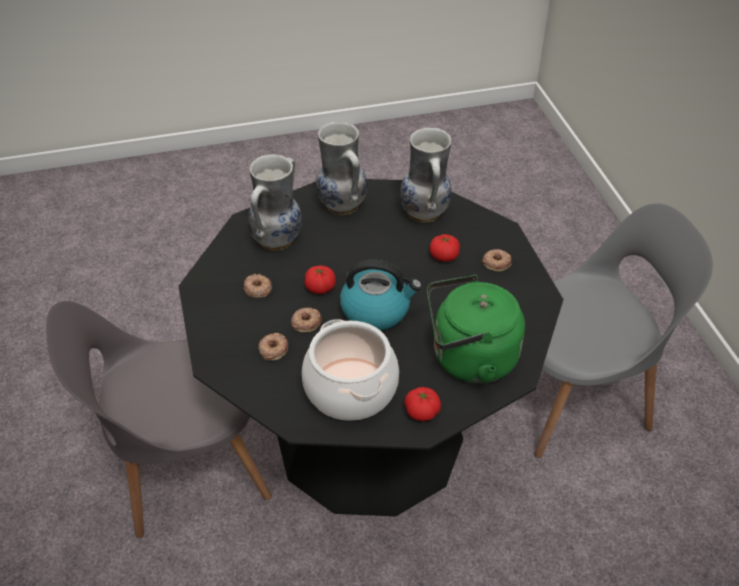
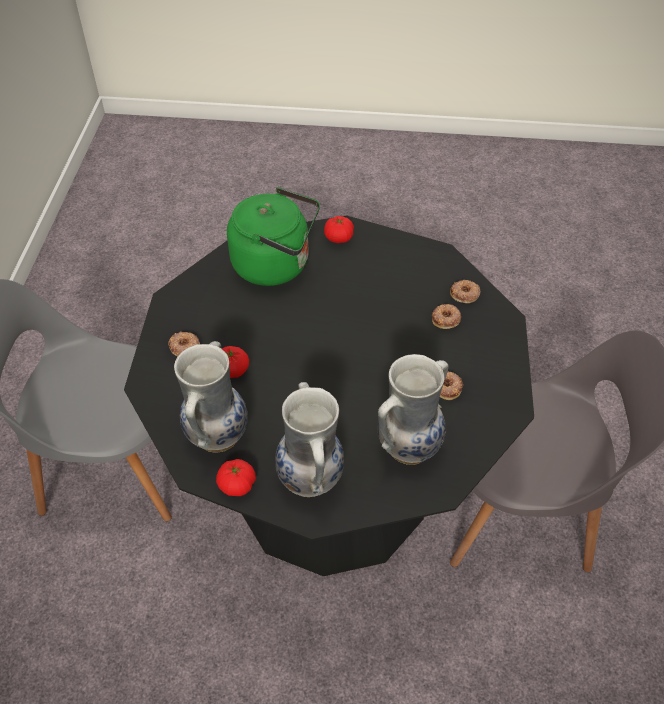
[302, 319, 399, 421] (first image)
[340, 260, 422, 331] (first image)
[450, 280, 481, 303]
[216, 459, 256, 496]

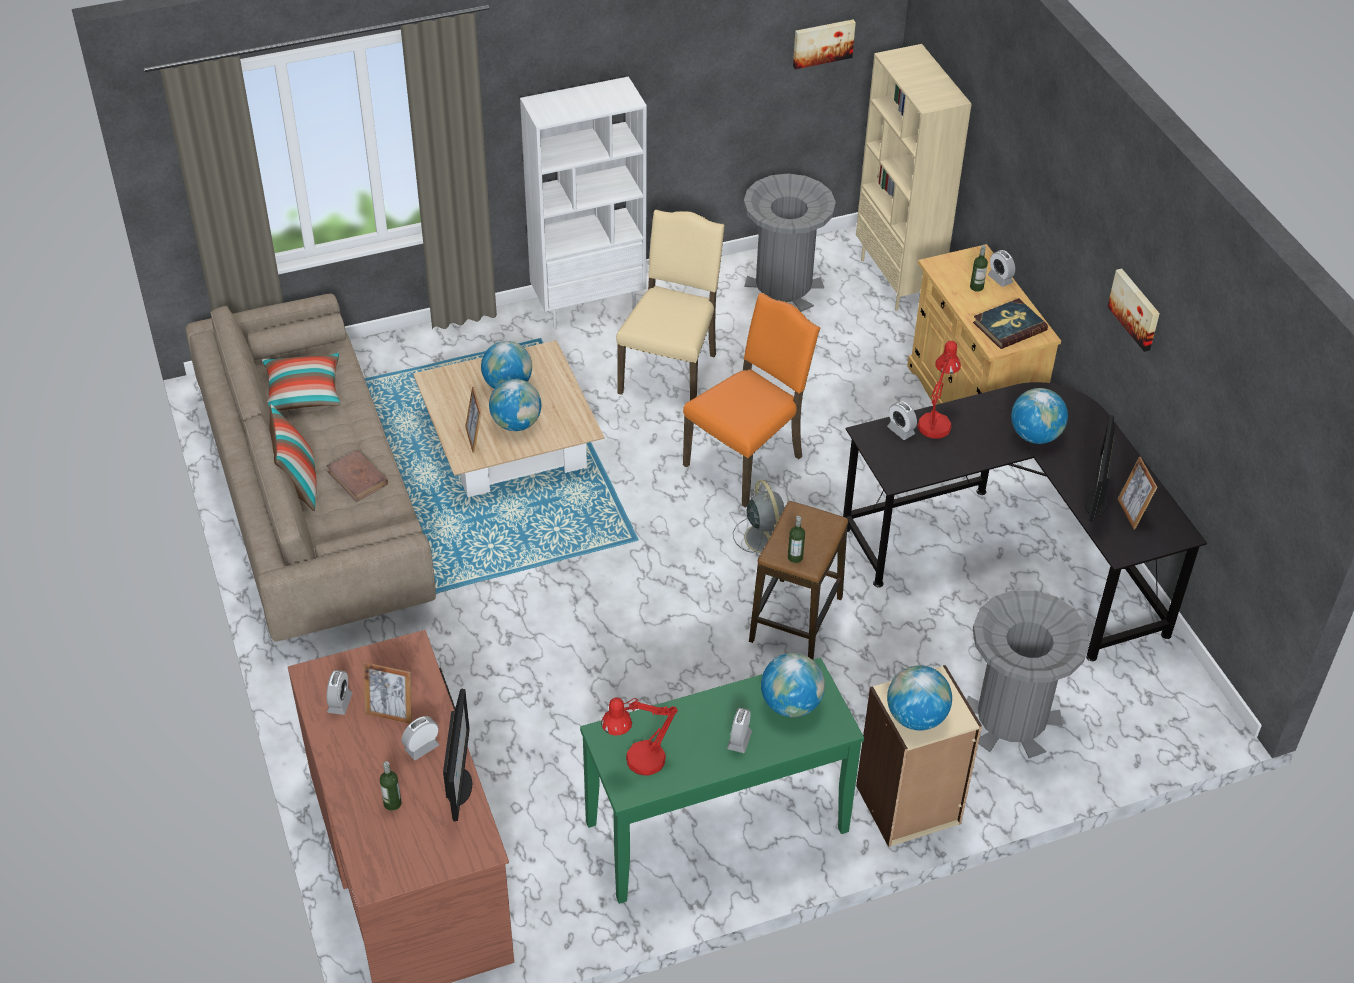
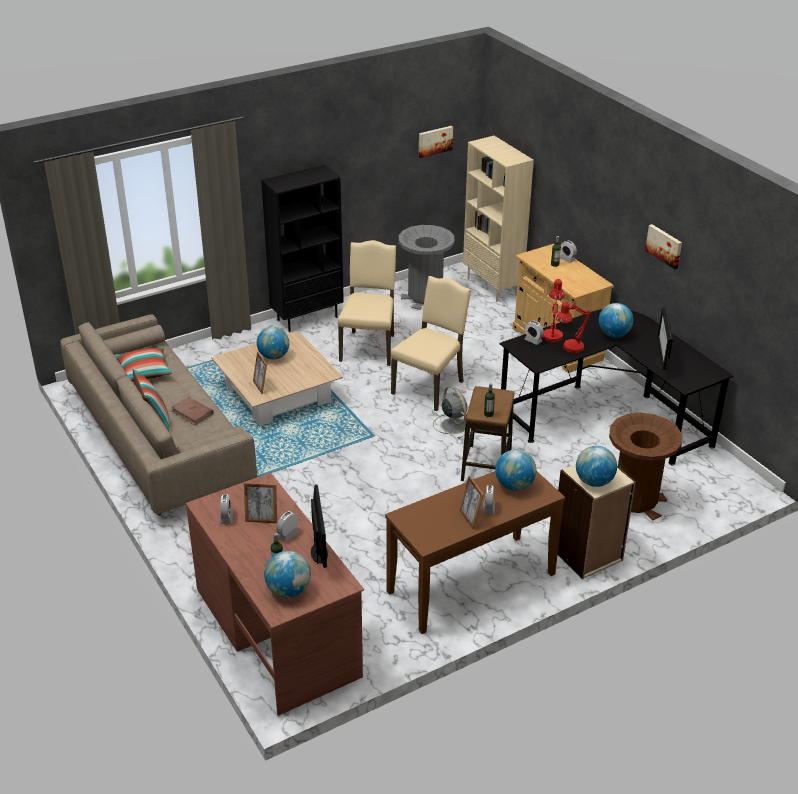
[973, 298, 1048, 349] (first image)
[264, 551, 311, 598]
[556, 302, 591, 353]
[459, 475, 484, 529]
[261, 165, 344, 332]
[385, 471, 565, 634]
[391, 276, 471, 411]
[609, 413, 682, 521]

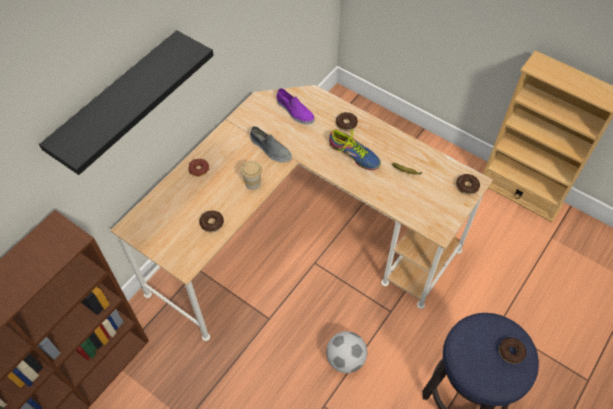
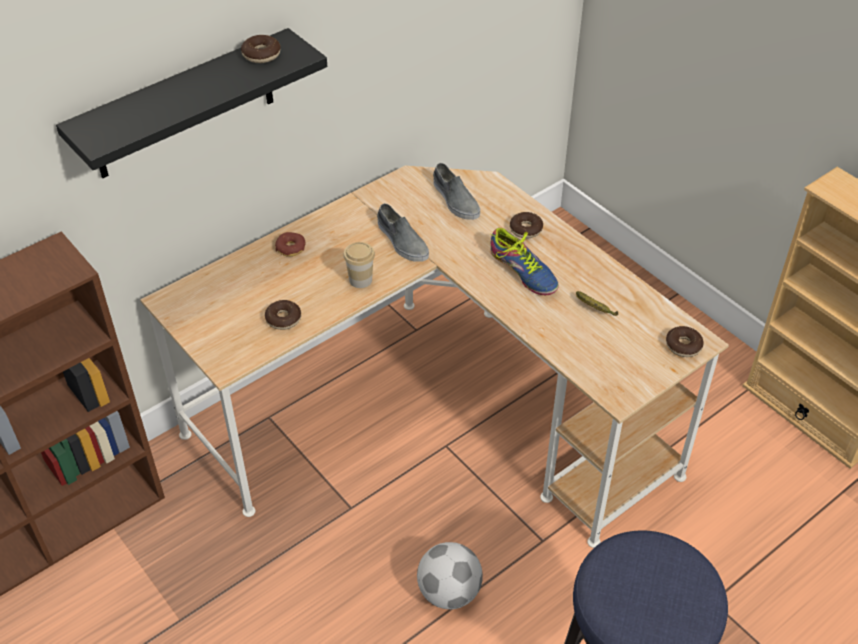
[241, 35, 280, 63]
[433, 163, 480, 220]

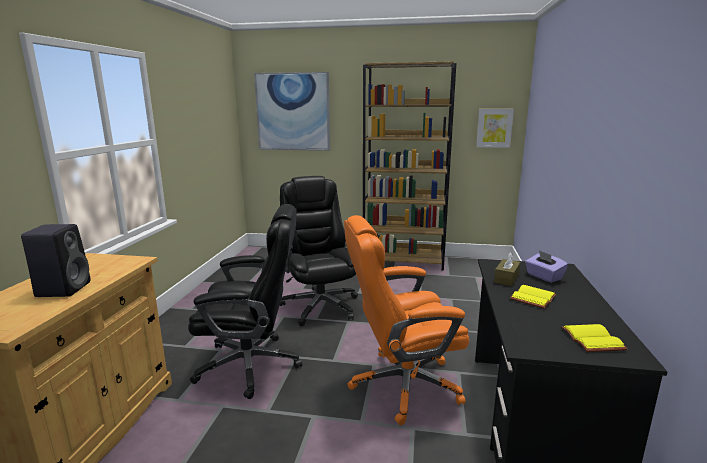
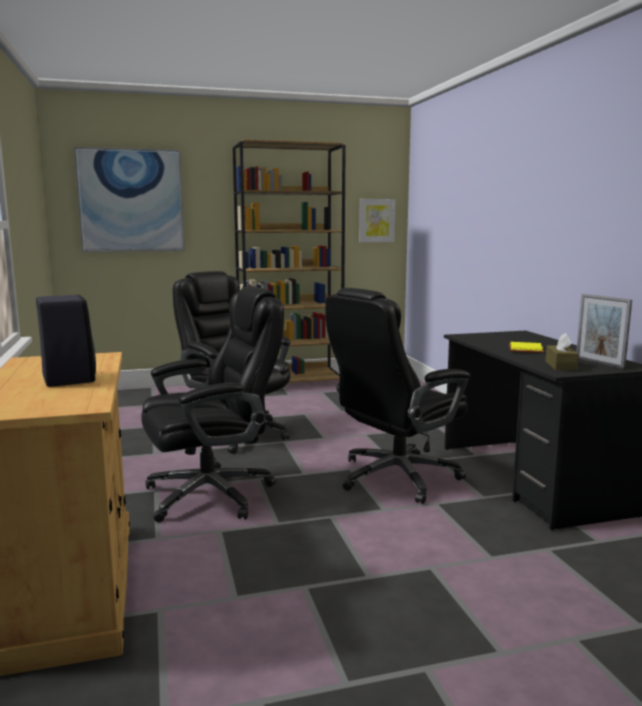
[525, 250, 568, 283] (first image)
[545, 333, 579, 371]
[576, 294, 632, 369]
[325, 288, 470, 504]

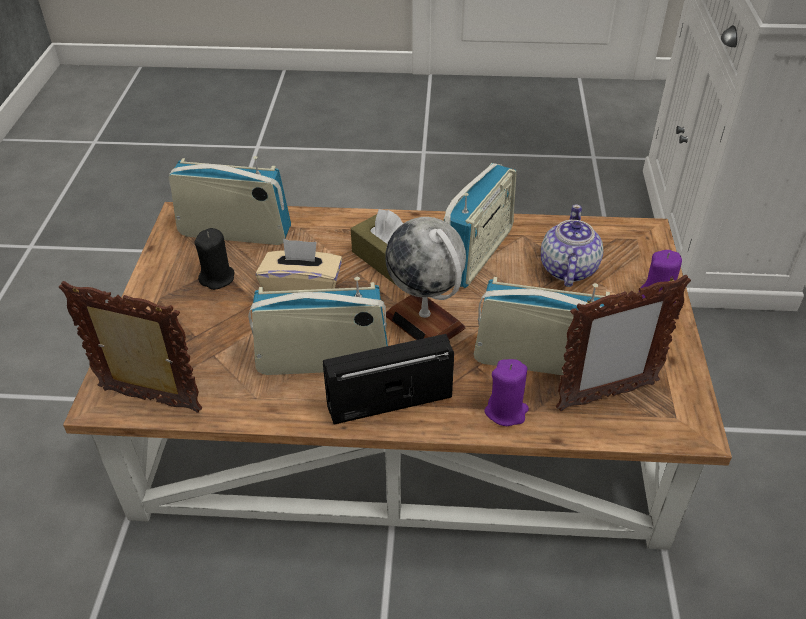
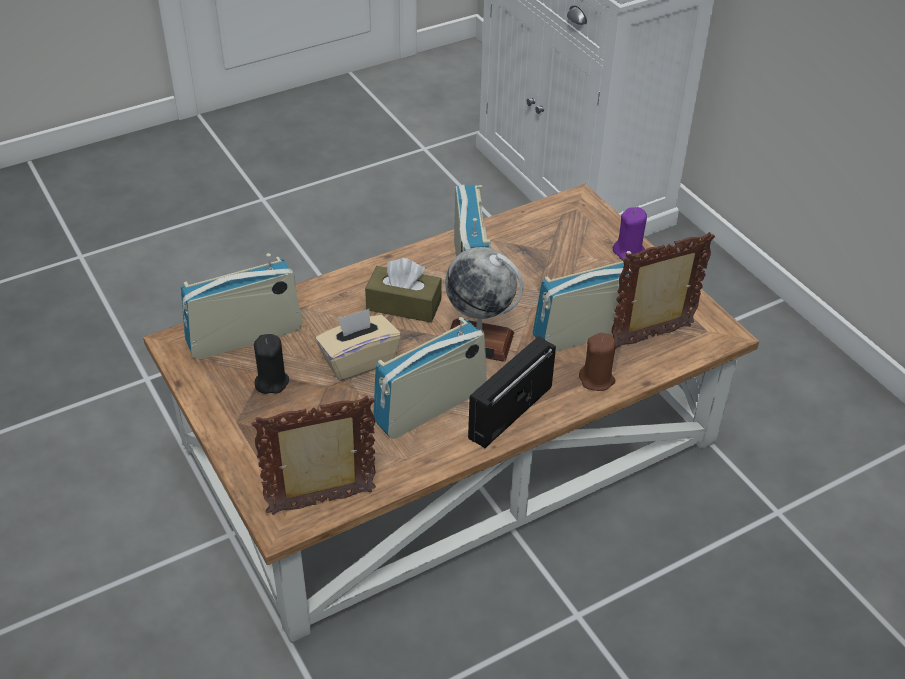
[541, 204, 603, 287] (first image)
[579, 333, 616, 391]
[612, 232, 715, 349]

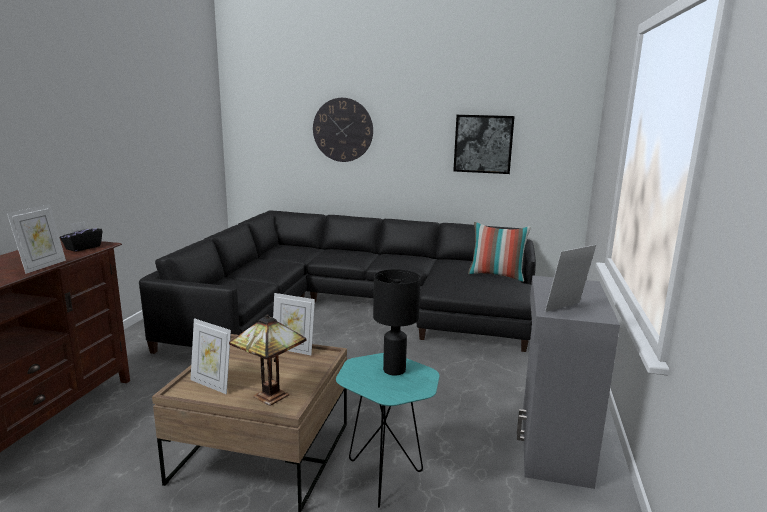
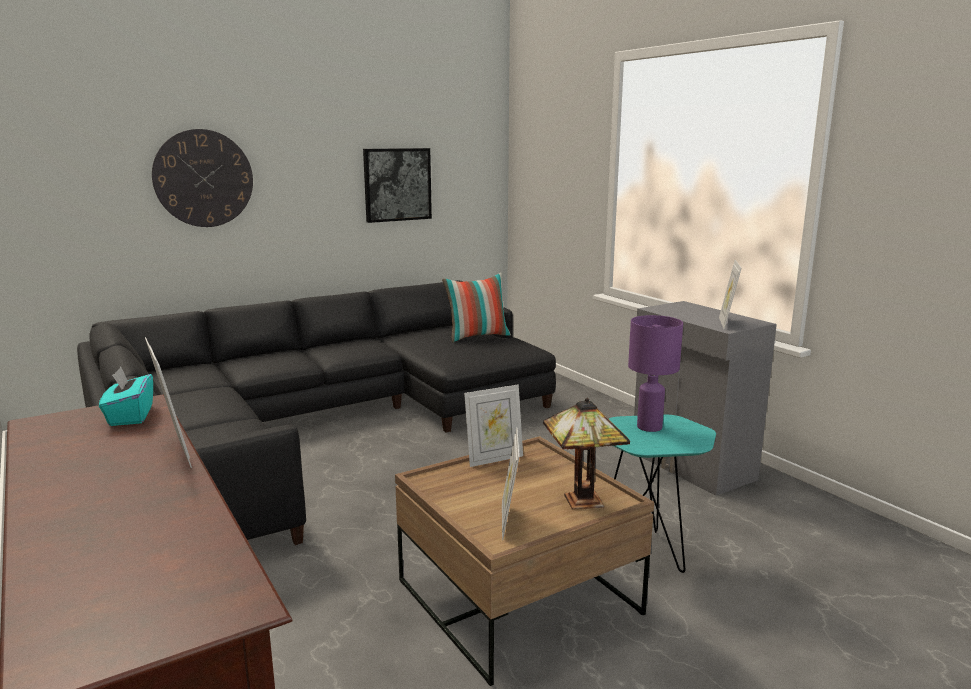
[99, 367, 153, 426]
[628, 315, 683, 432]
[502, 427, 519, 540]

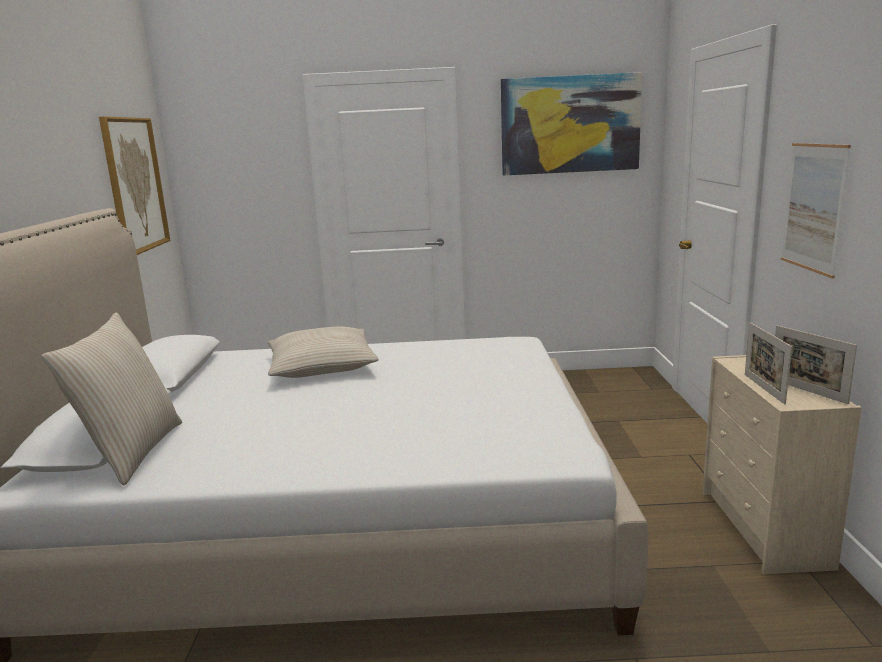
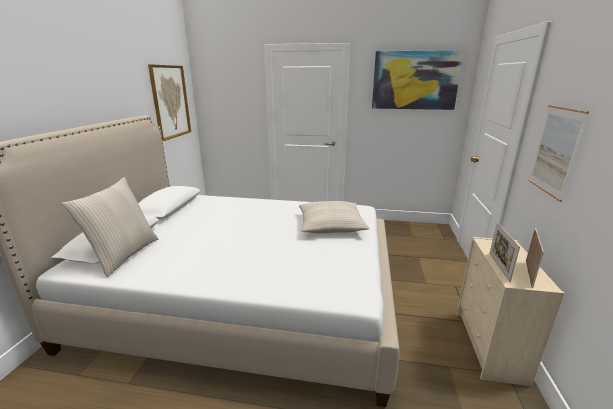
[299, 201, 369, 233]
[526, 228, 544, 288]

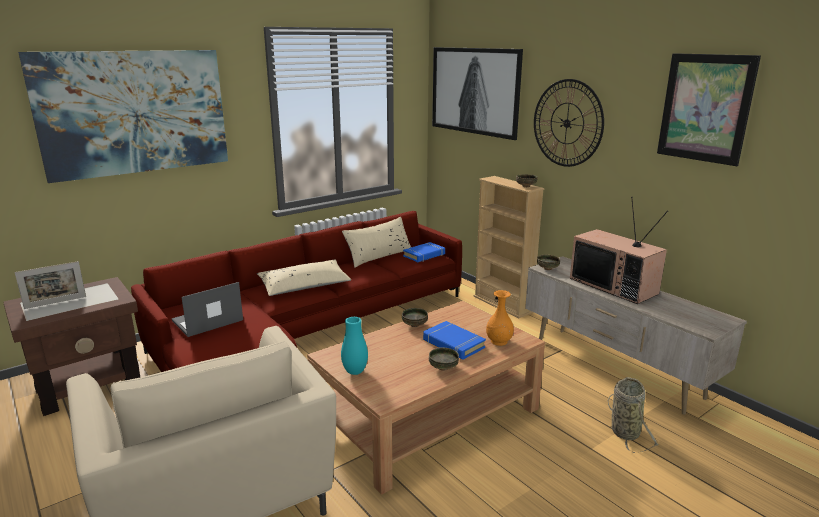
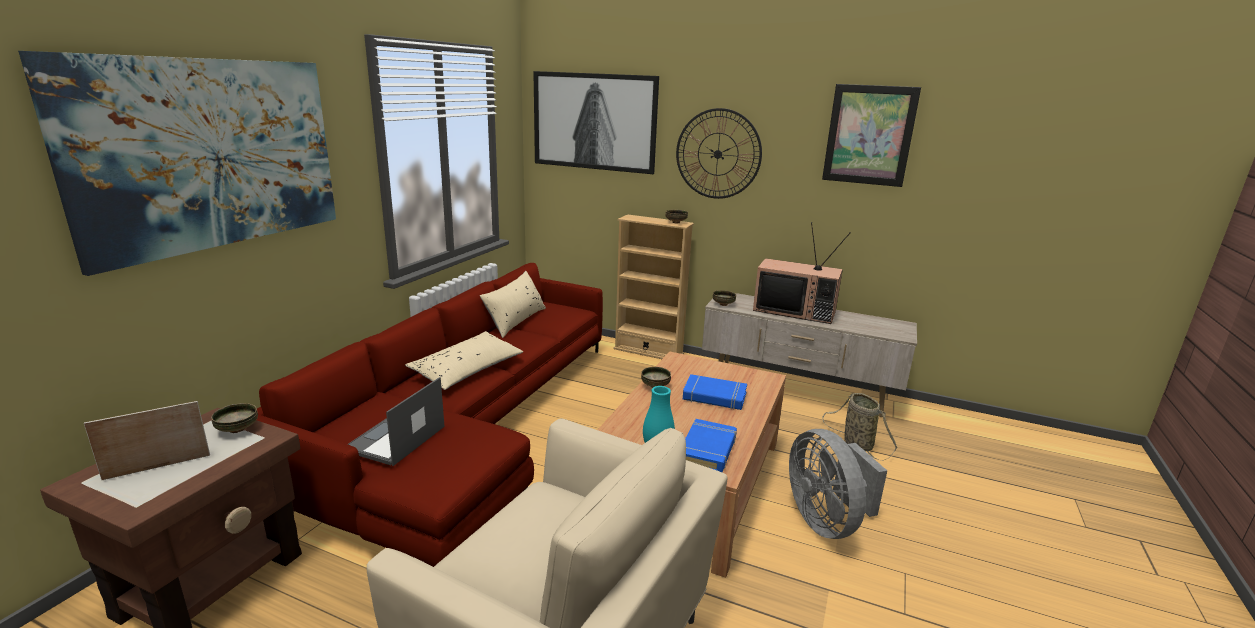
[486, 290, 514, 346] (first image)
[789, 429, 887, 539]
[685, 419, 737, 472]
[211, 403, 258, 433]
[84, 401, 210, 480]

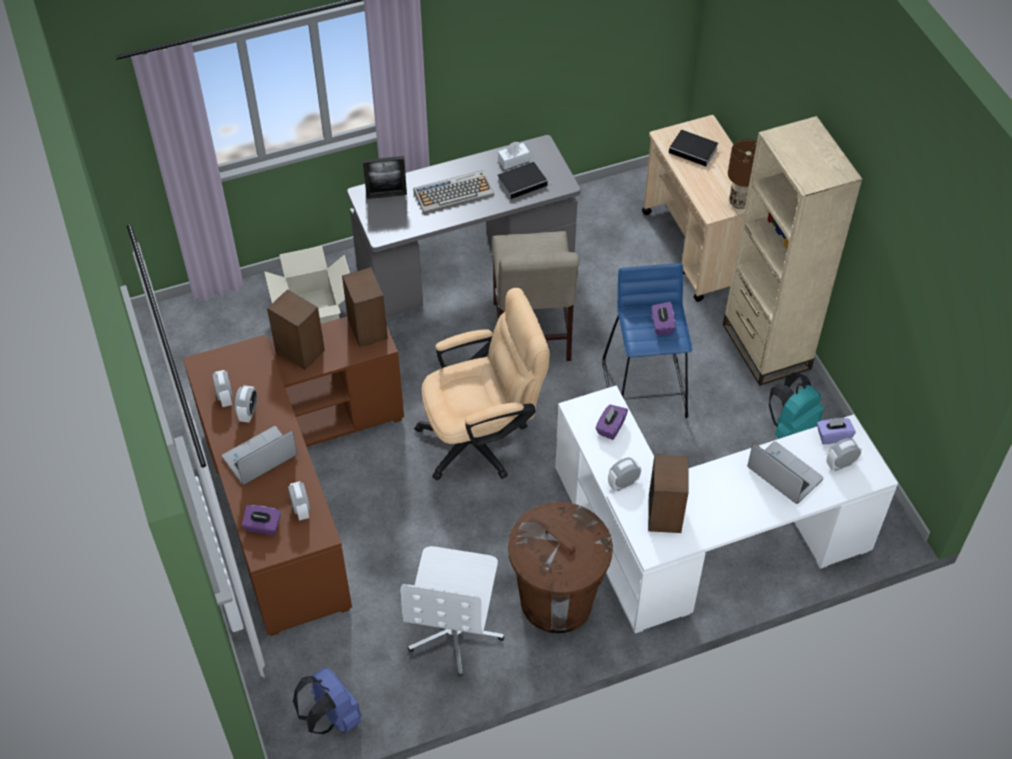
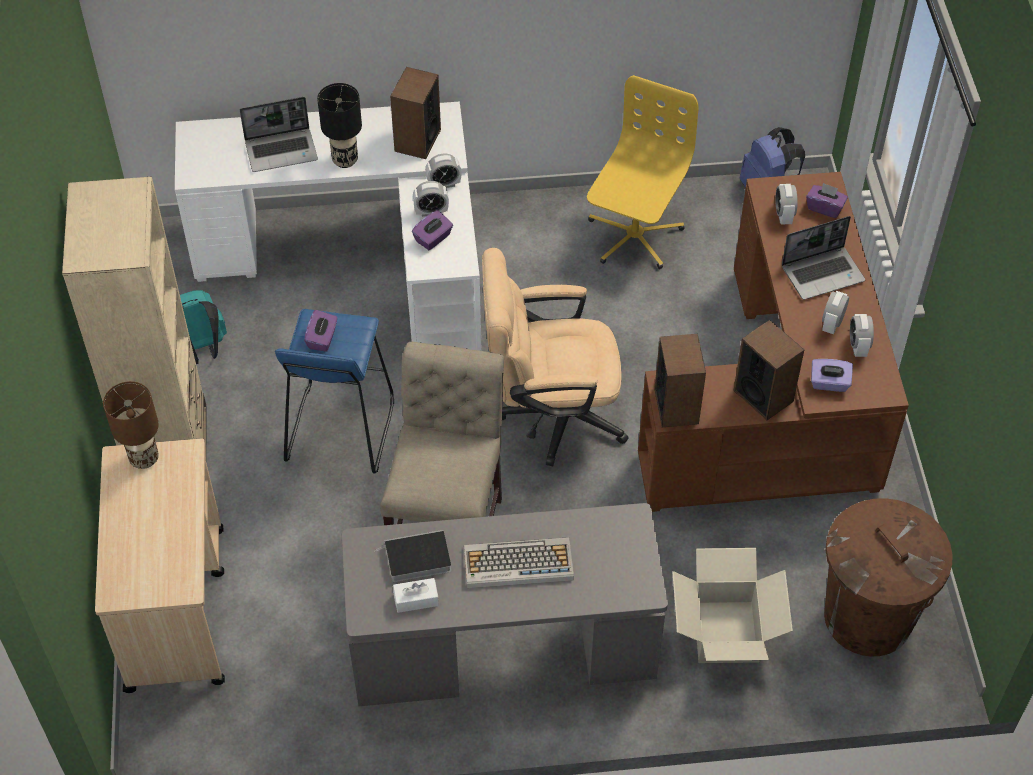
[363, 156, 407, 199] (first image)
[669, 130, 718, 168] (first image)
[317, 83, 362, 168]
[824, 498, 952, 656]
[811, 359, 853, 392]
[413, 181, 449, 217]
[587, 75, 698, 269]
[240, 97, 318, 172]

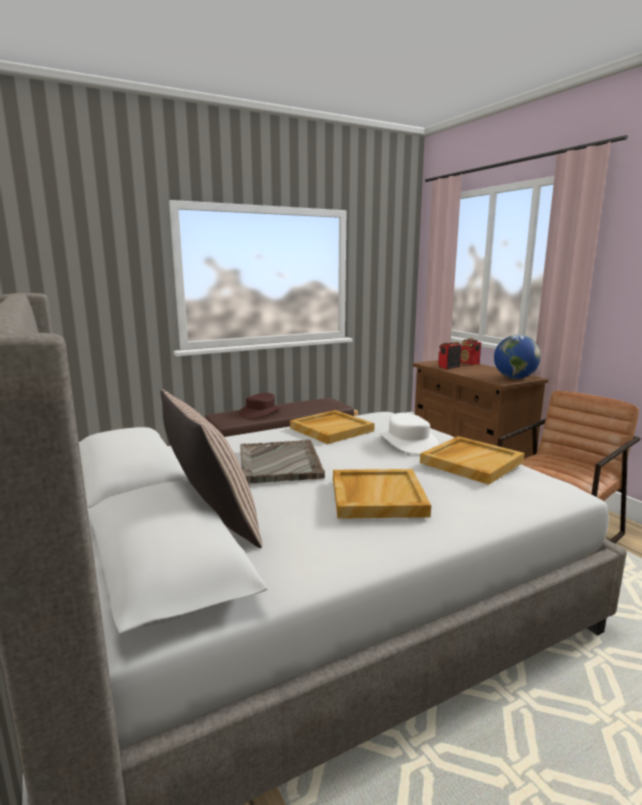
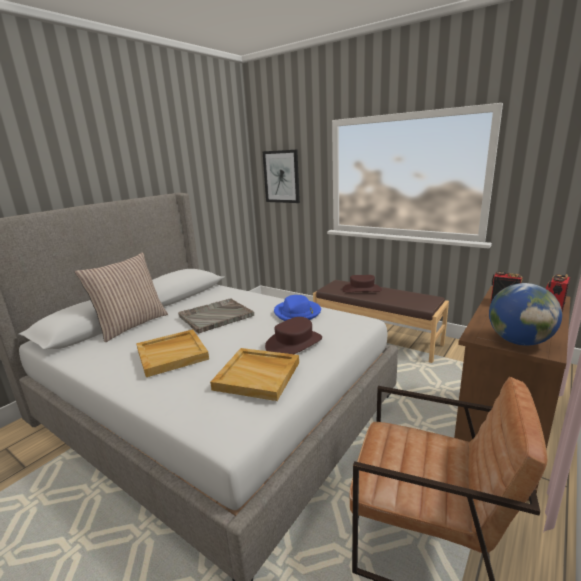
[262, 150, 300, 203]
[274, 295, 321, 321]
[265, 317, 322, 354]

